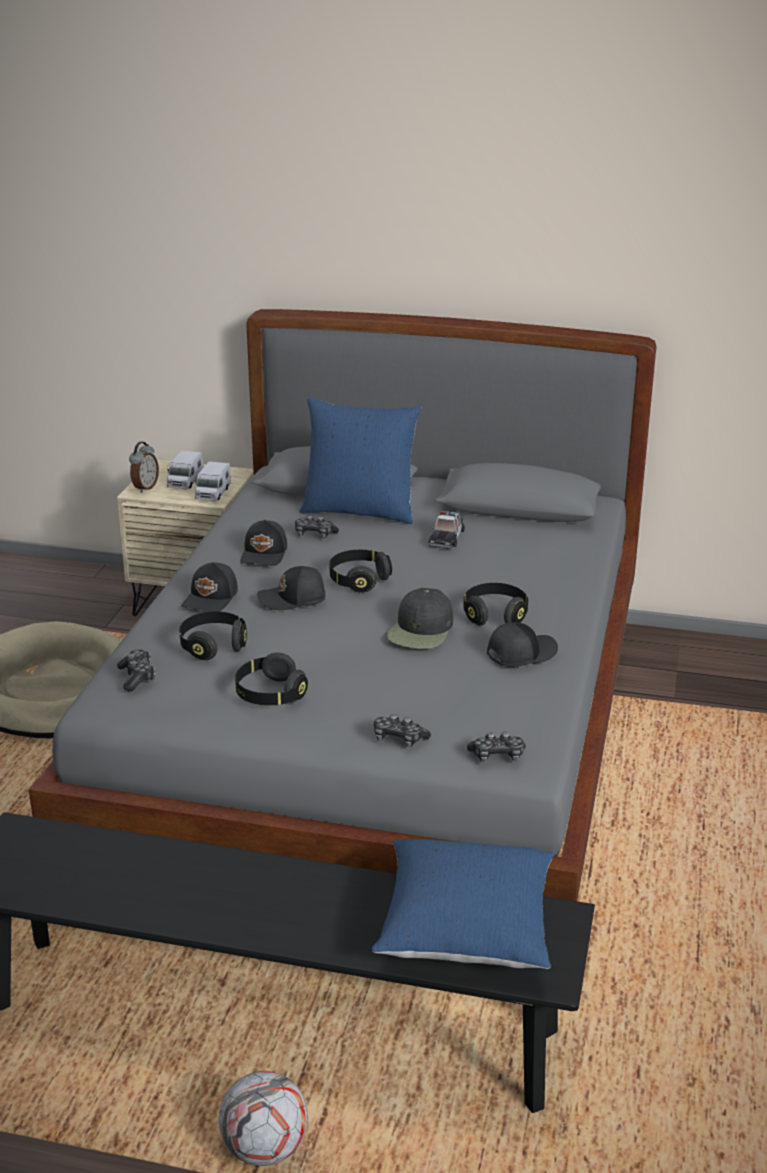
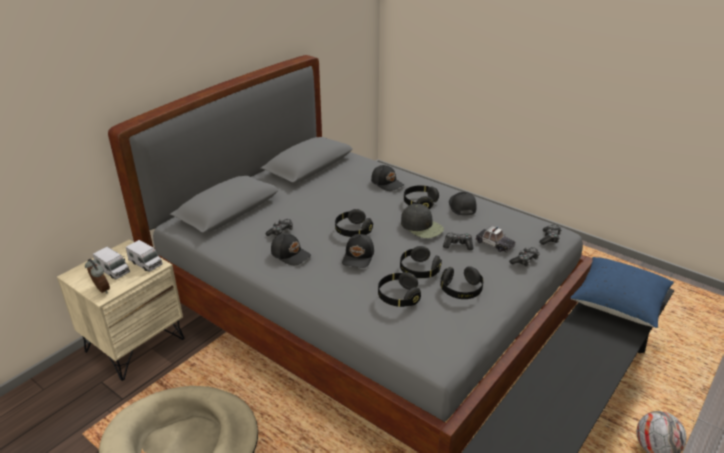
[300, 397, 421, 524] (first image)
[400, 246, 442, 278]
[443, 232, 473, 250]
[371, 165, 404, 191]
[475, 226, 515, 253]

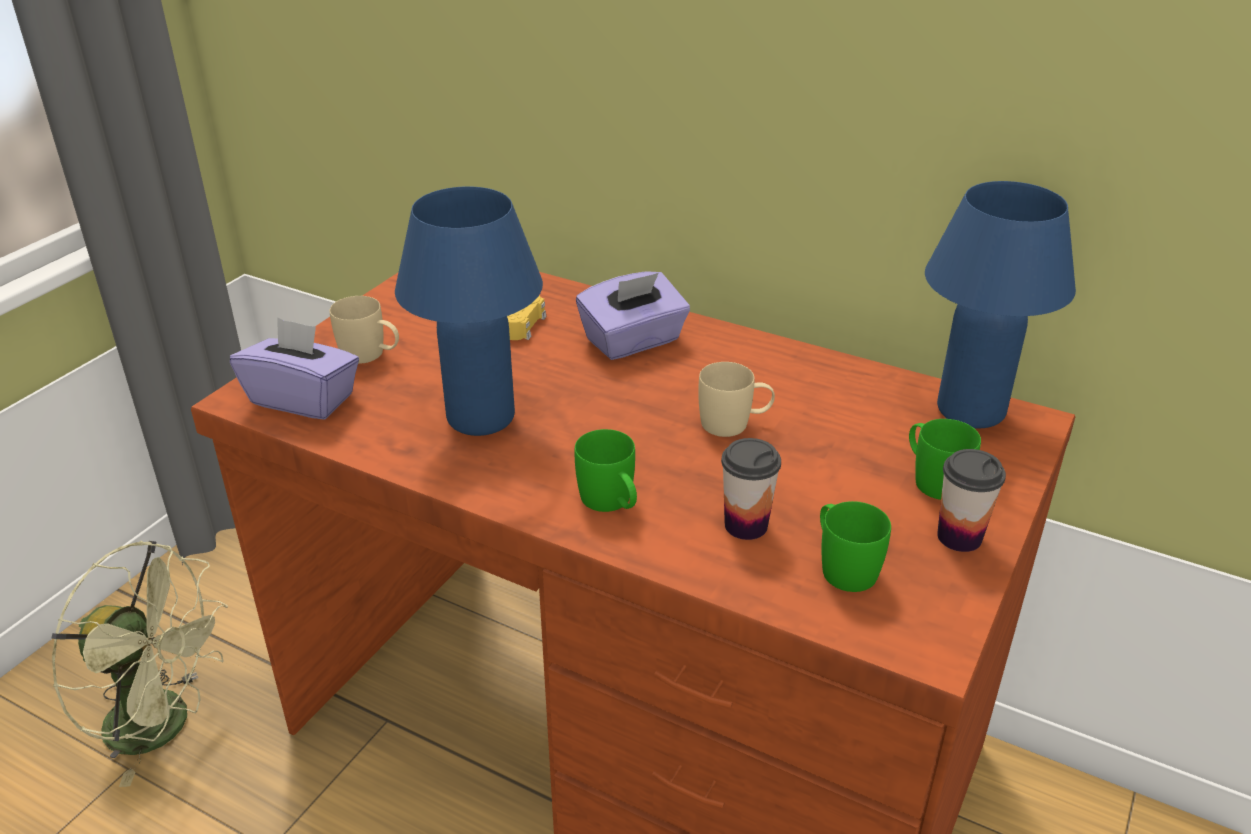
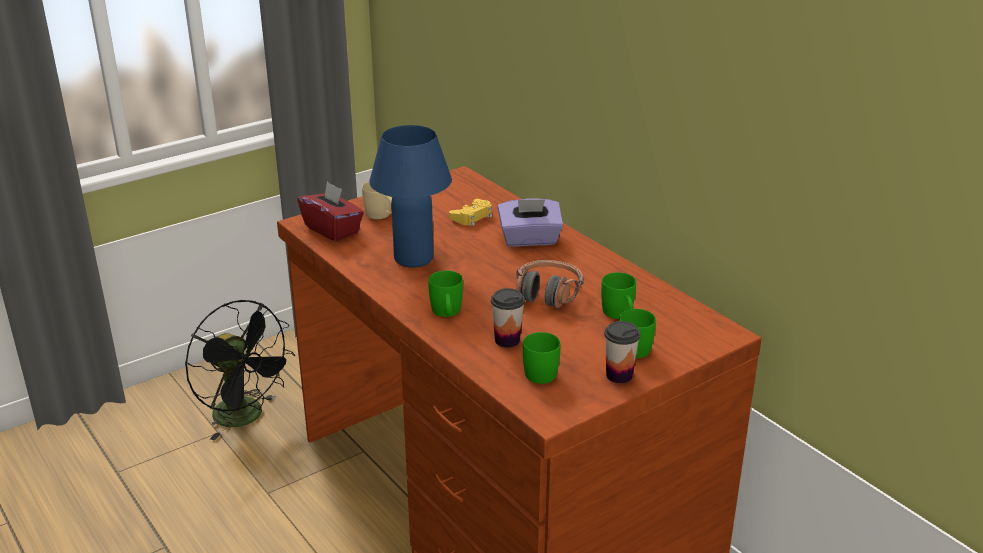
[925, 181, 1076, 428] (first image)
[601, 272, 636, 319]
[516, 260, 584, 308]
[185, 300, 295, 441]
[297, 181, 364, 241]

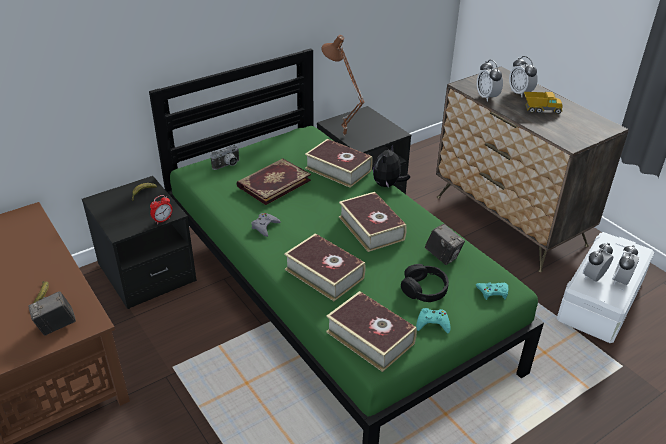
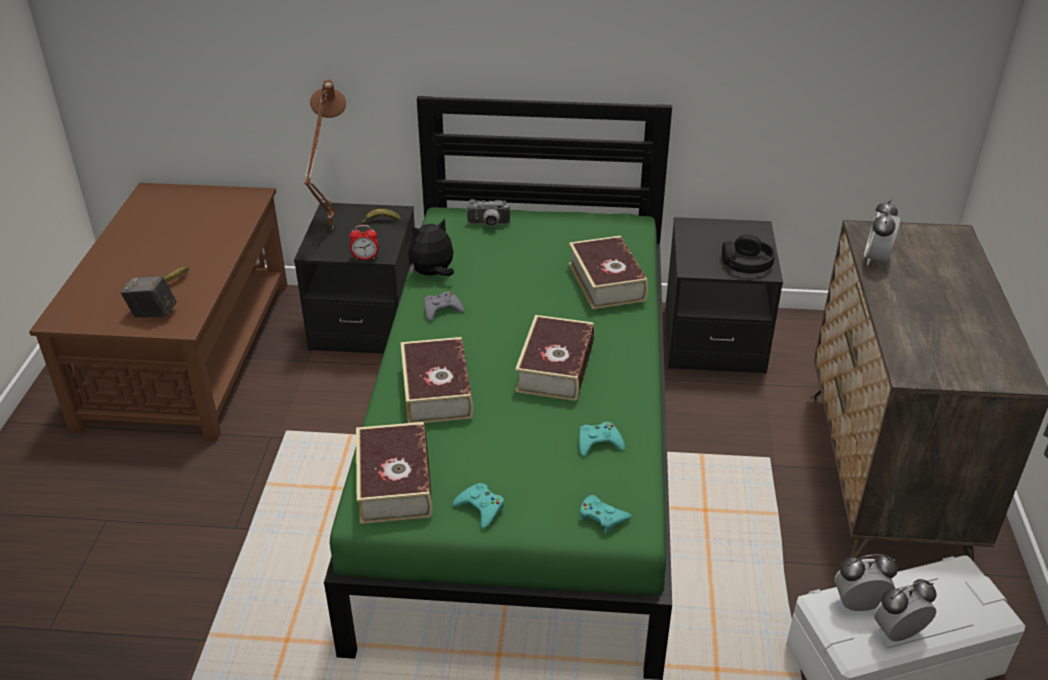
[237, 158, 311, 205] (first image)
[509, 56, 538, 97] (first image)
[524, 92, 563, 114] (first image)
[304, 80, 346, 230]
[408, 218, 454, 276]
[722, 235, 775, 273]
[579, 422, 625, 457]

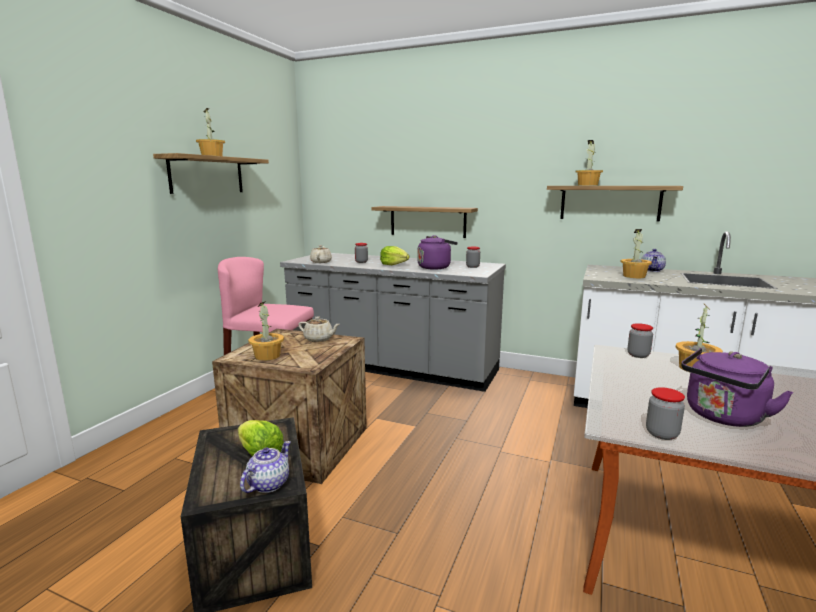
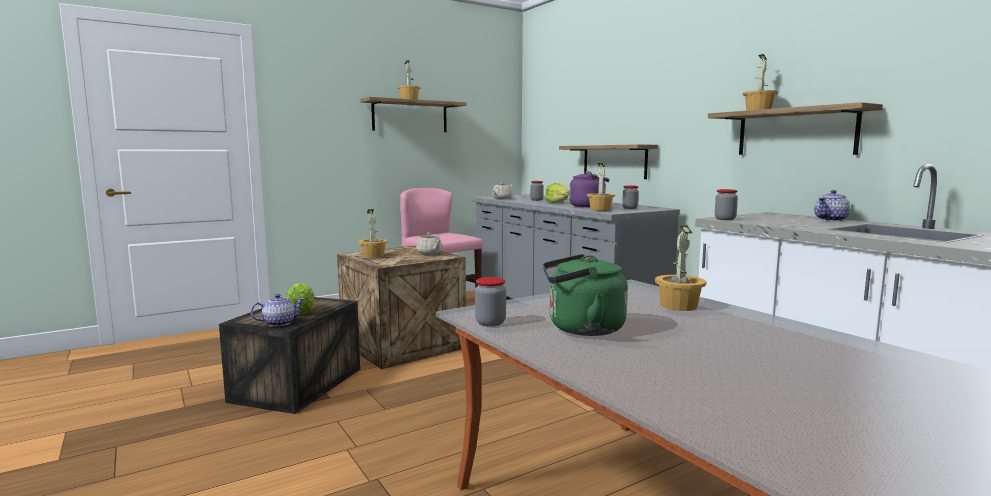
[587, 163, 615, 211]
[715, 189, 738, 220]
[543, 254, 628, 336]

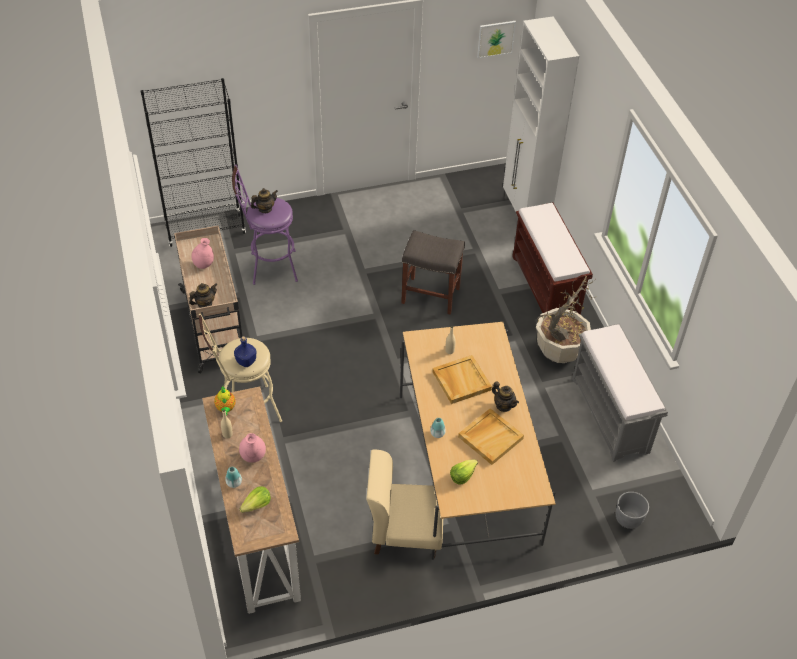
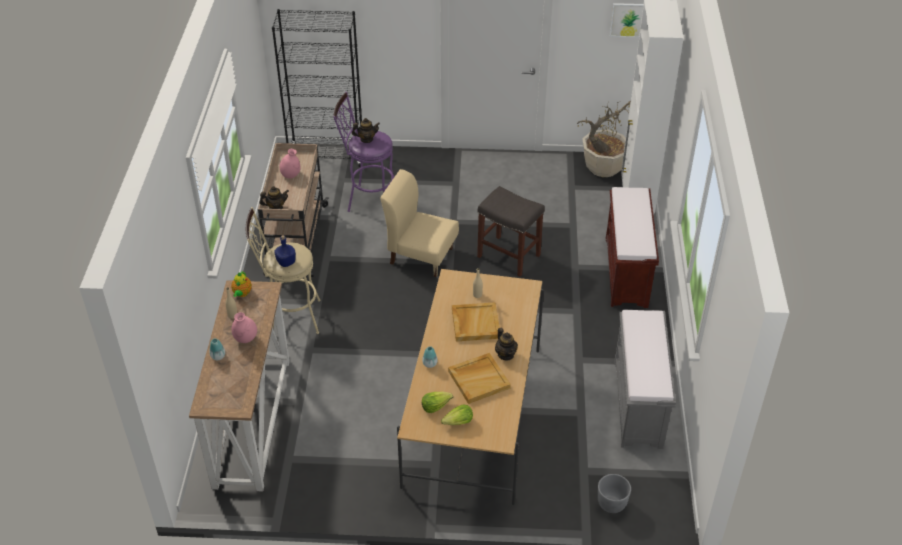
[441, 404, 473, 425]
[380, 169, 459, 277]
[577, 101, 631, 177]

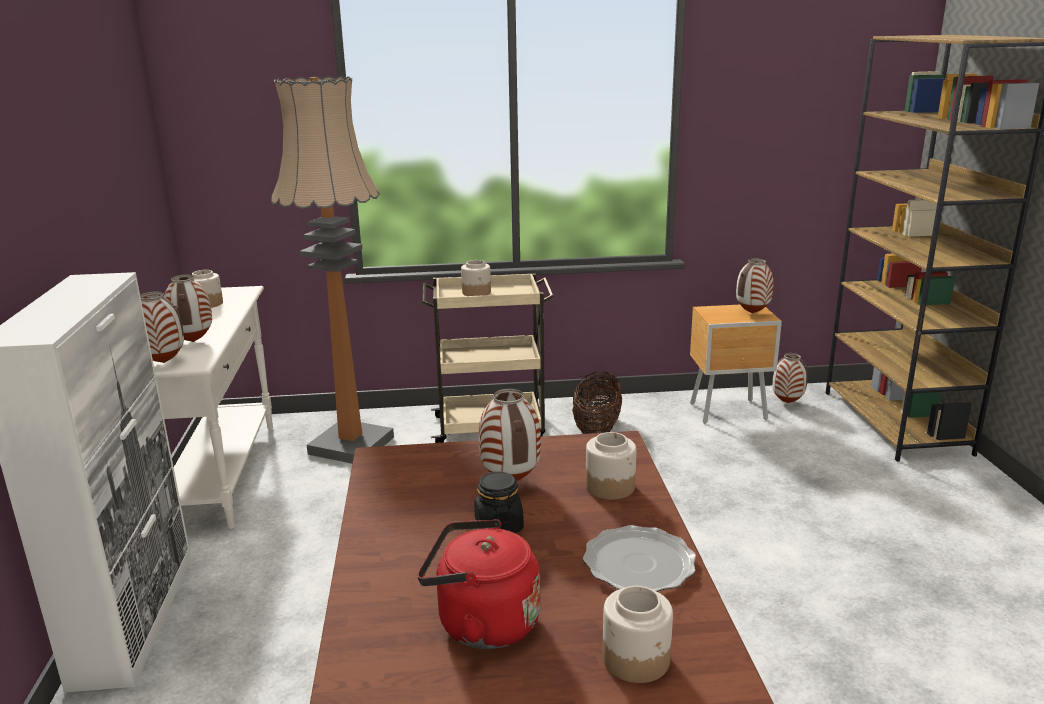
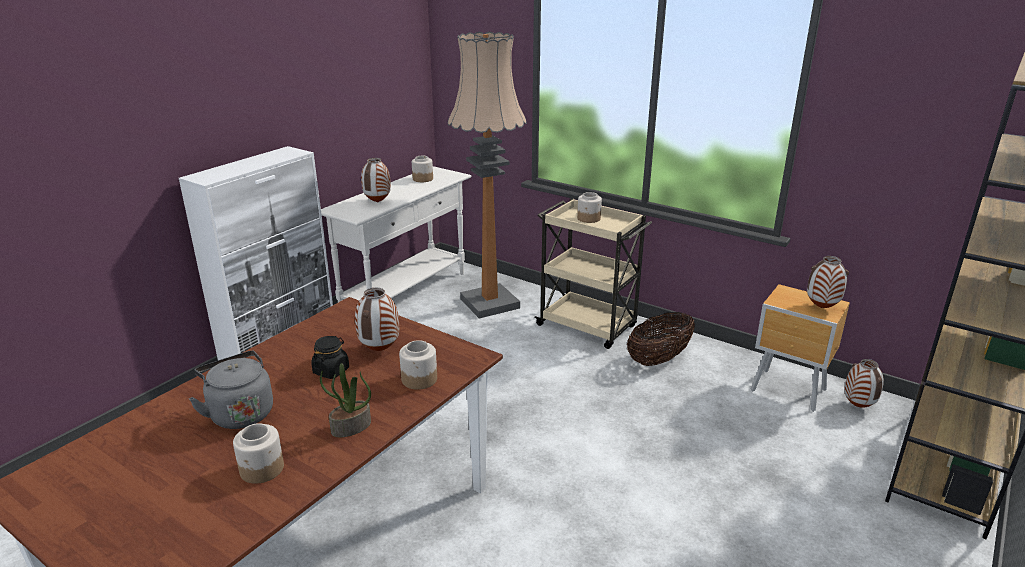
[140, 292, 184, 363] (first image)
[320, 363, 371, 437]
[189, 351, 273, 429]

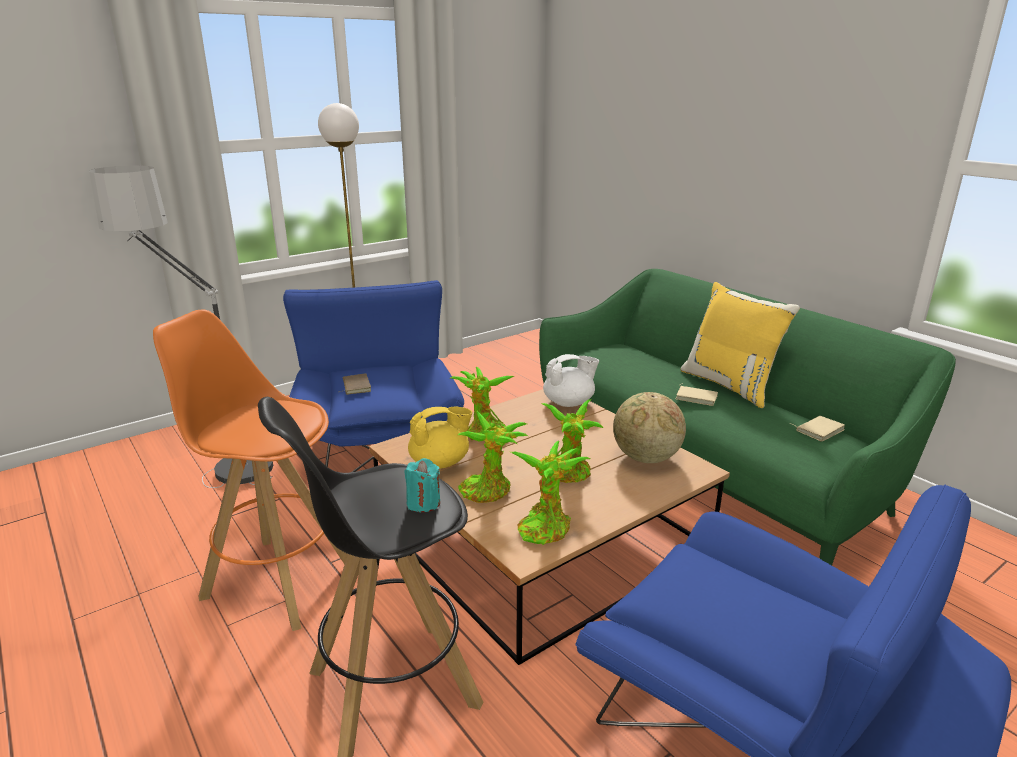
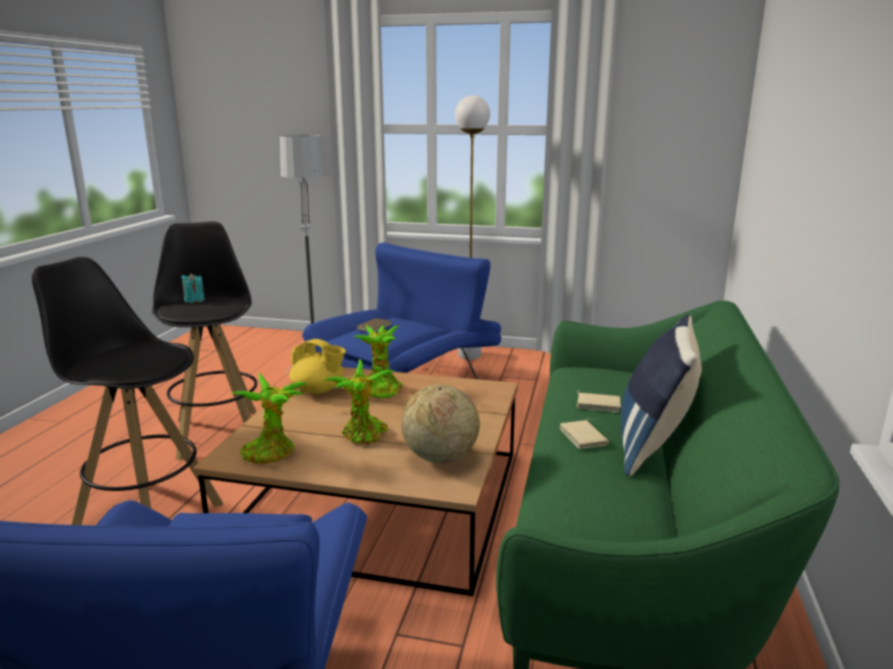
[458, 411, 528, 503] (first image)
[543, 354, 599, 407] (first image)
[182, 273, 205, 303]
[577, 390, 621, 412]
[152, 221, 257, 461]
[621, 314, 702, 477]

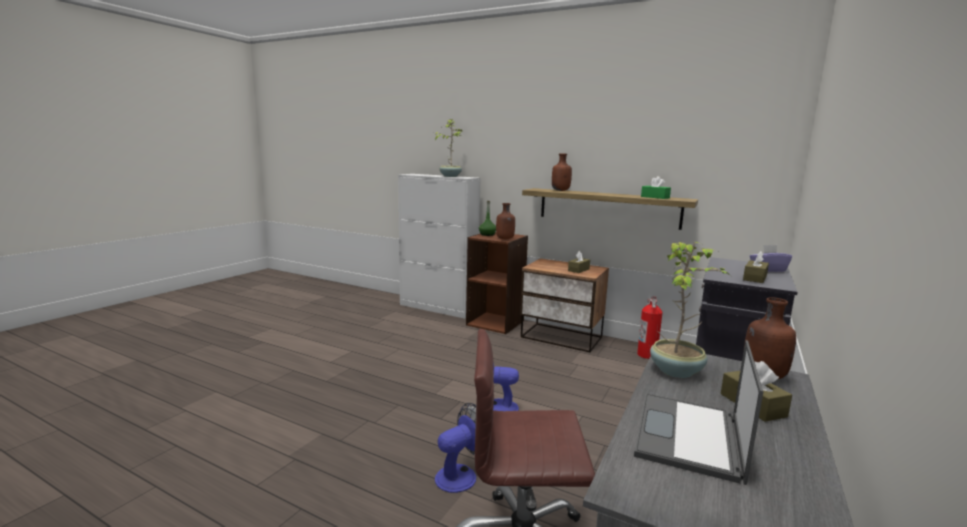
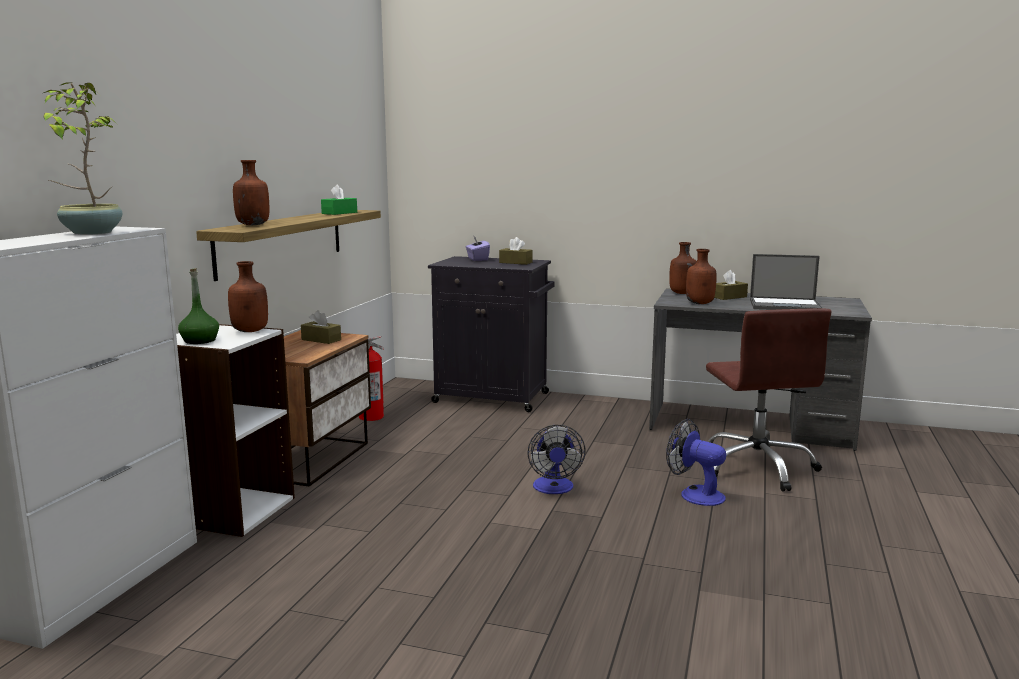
[686, 249, 717, 304]
[176, 324, 295, 537]

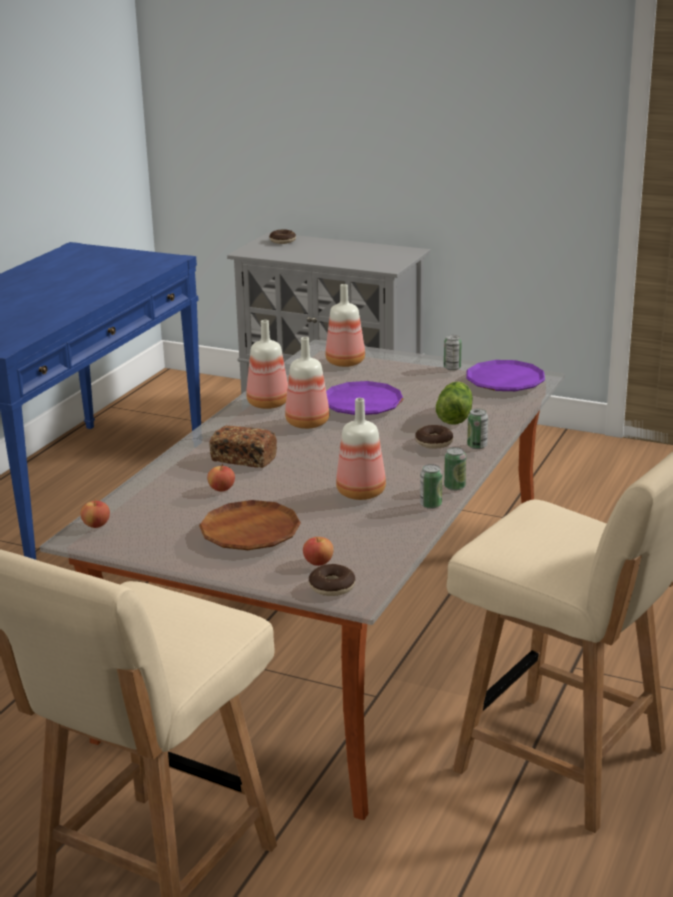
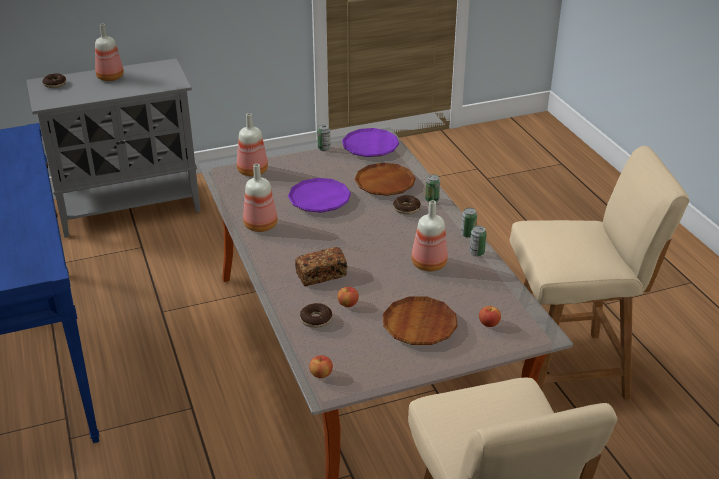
[95, 24, 124, 81]
[300, 303, 332, 328]
[354, 163, 416, 196]

